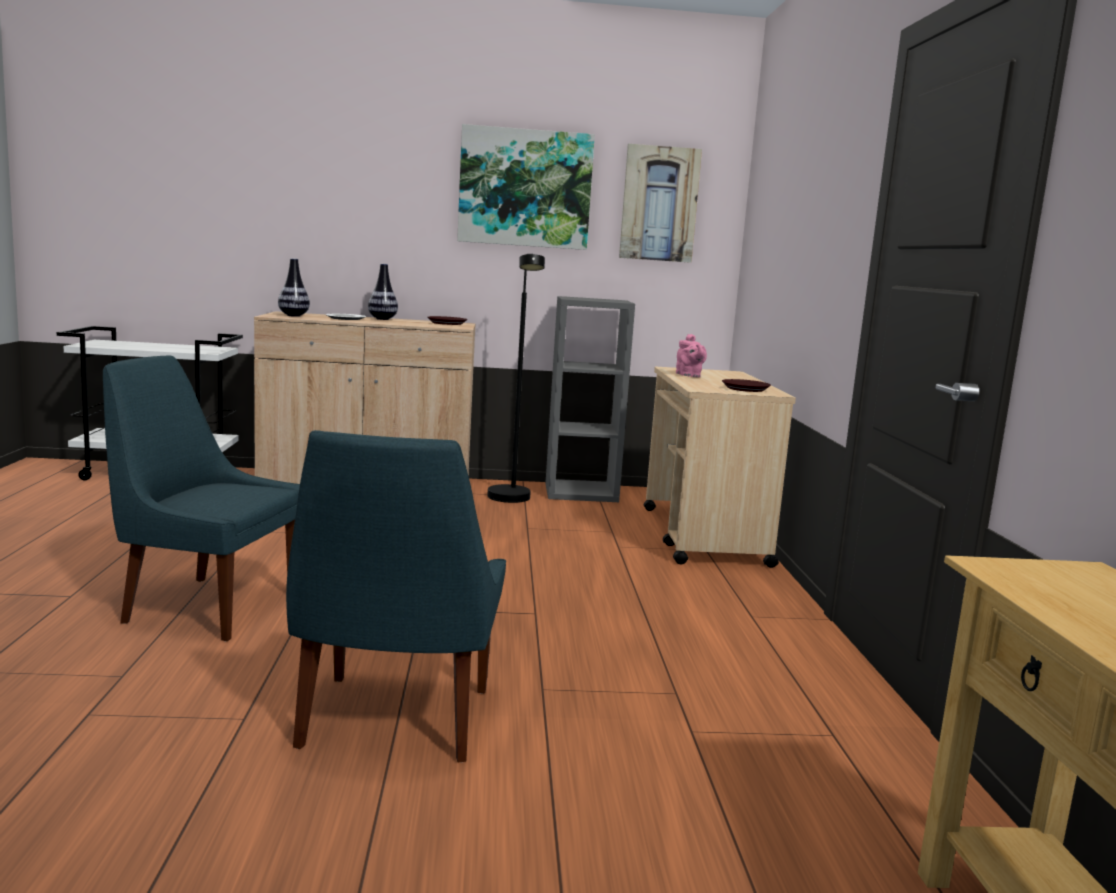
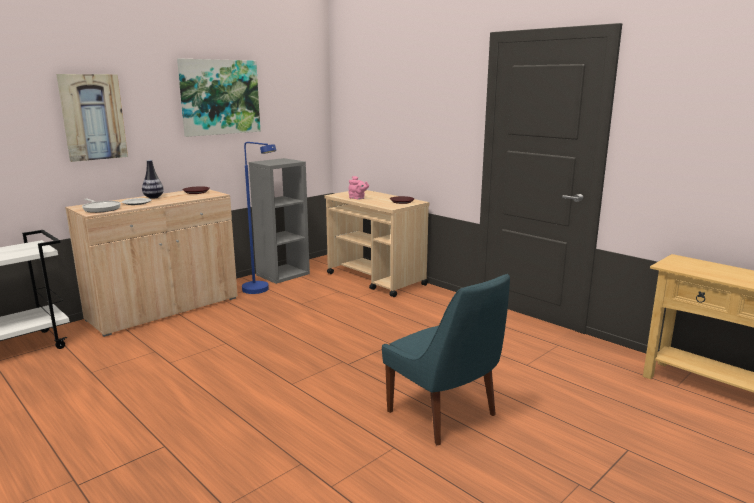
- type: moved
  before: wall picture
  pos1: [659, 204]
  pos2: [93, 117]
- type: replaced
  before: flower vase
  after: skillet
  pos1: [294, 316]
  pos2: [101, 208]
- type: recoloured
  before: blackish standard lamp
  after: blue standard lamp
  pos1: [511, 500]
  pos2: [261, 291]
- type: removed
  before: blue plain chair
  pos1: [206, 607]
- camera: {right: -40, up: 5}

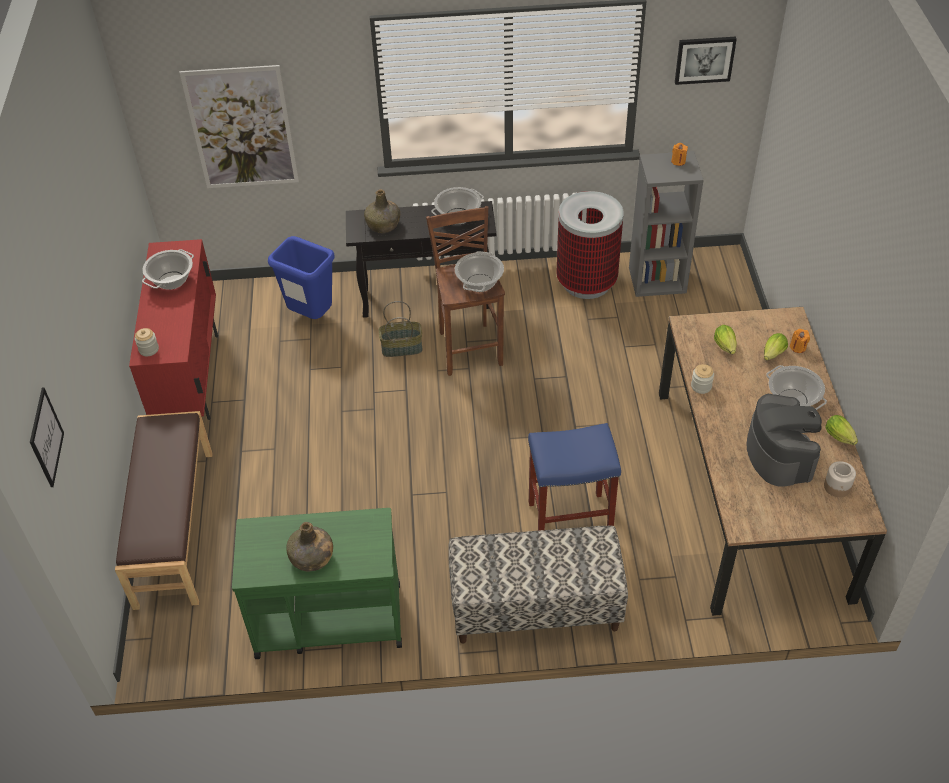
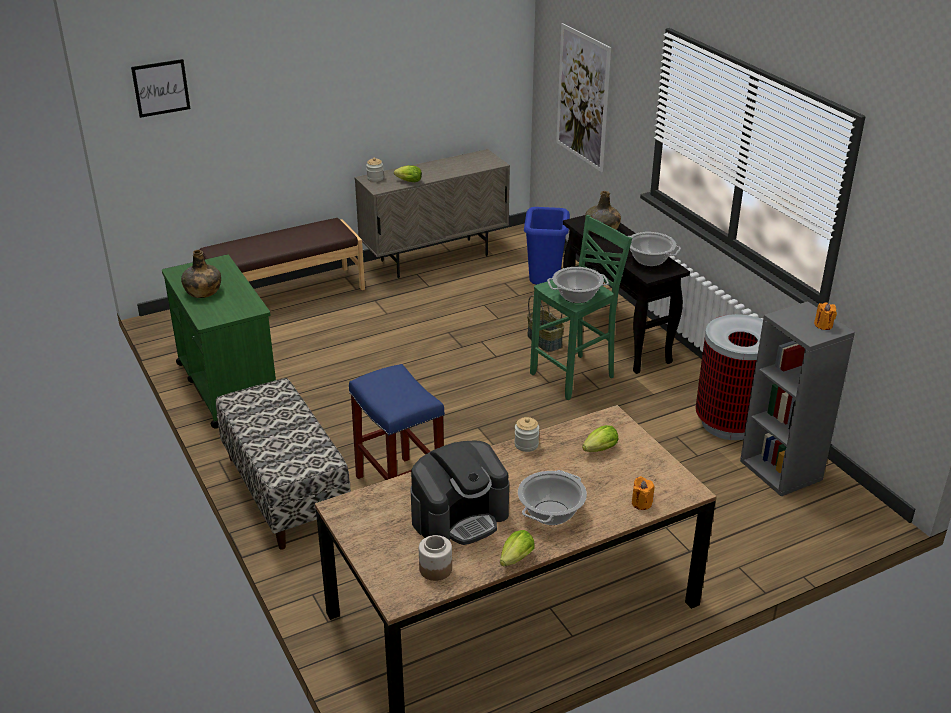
- type: recoloured
  before: red-coloured cabinet
  after: beige-coloured cabinet
  pos1: [190, 378]
  pos2: [435, 258]
- type: moved
  before: head of lettuce
  pos1: [772, 355]
  pos2: [407, 181]
- type: recoloured
  before: brown stool
  after: greenish stool
  pos1: [469, 347]
  pos2: [575, 376]
- type: removed
  before: cooking pot
  pos1: [171, 280]
- type: removed
  before: wall picture
  pos1: [704, 59]
- camera: {right: 65, up: -15}

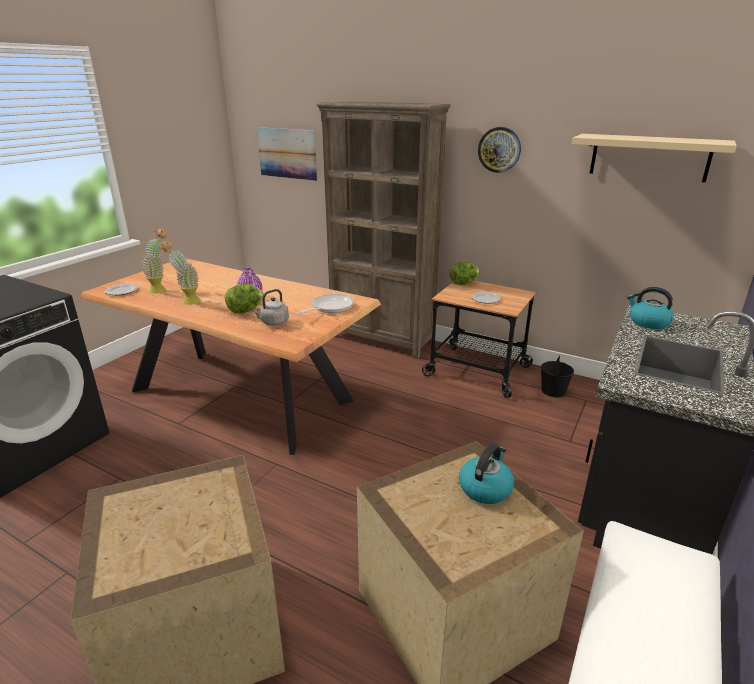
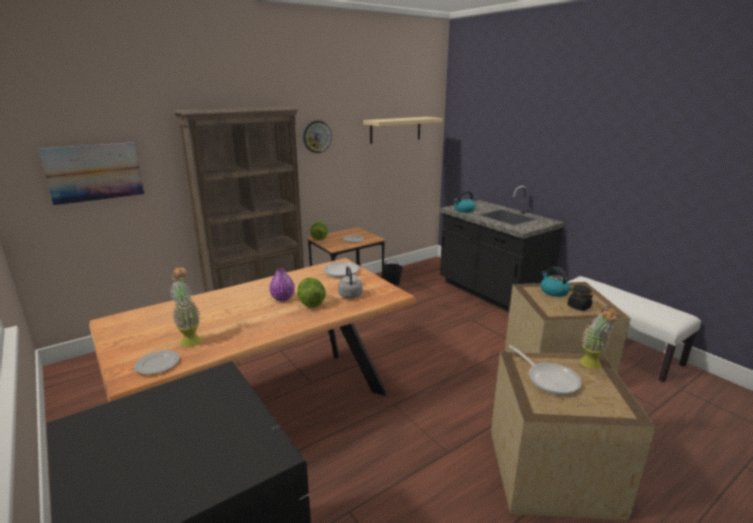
- type: added
  after: skillet
  pos2: [549, 379]
- type: added
  after: blackish storage jar
  pos2: [578, 307]
- type: moved
  before: potted plant
  pos1: [186, 302]
  pos2: [592, 366]
- camera: {right: -65, up: -5}

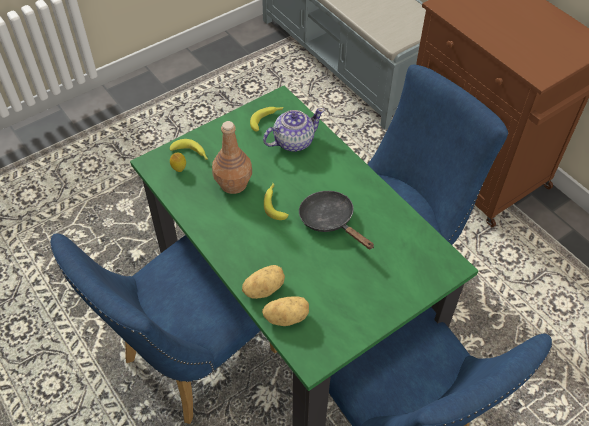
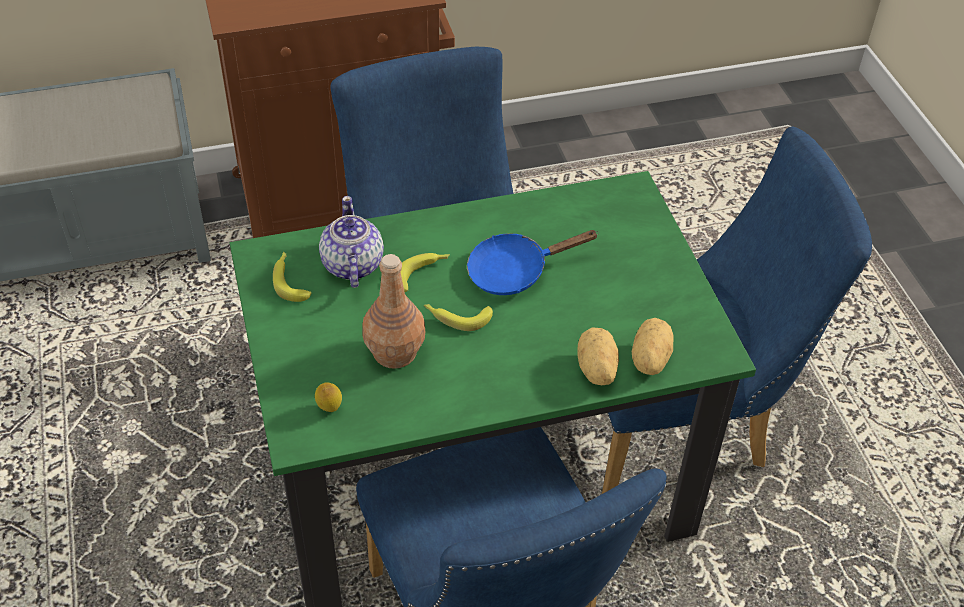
- type: moved
  before: whole banana
  pos1: [191, 154]
  pos2: [422, 273]
- type: recoloured
  before: blackish skillet
  after: blue skillet
  pos1: [330, 221]
  pos2: [515, 271]
- camera: {right: -70, up: -5}

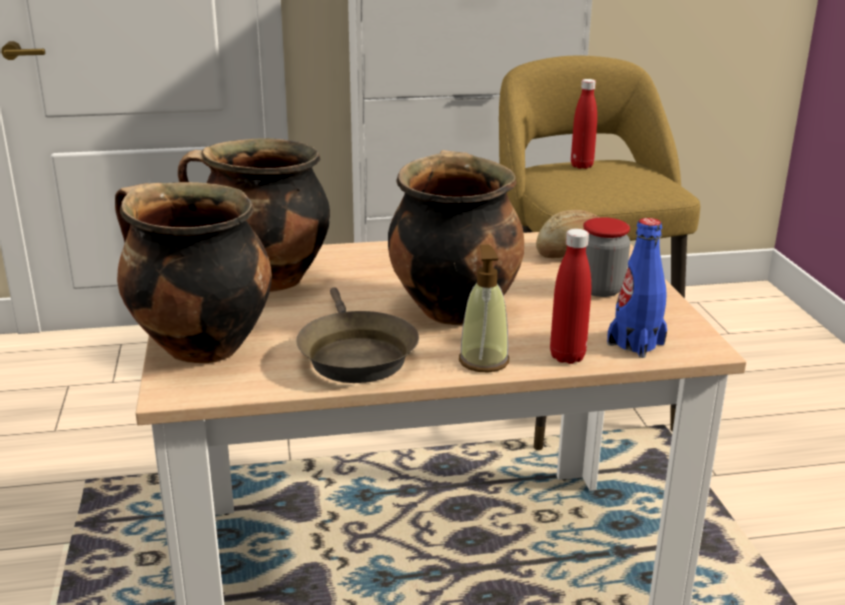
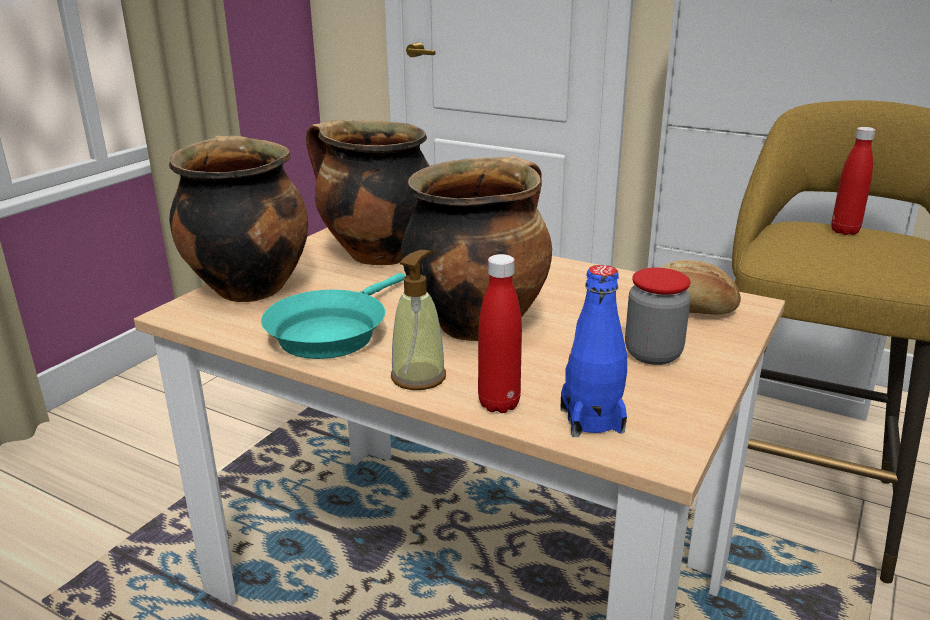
- type: recoloured
  before: brown skillet
  after: turquoise-coloured skillet
  pos1: [354, 355]
  pos2: [332, 332]
- camera: {right: 40, up: 0}

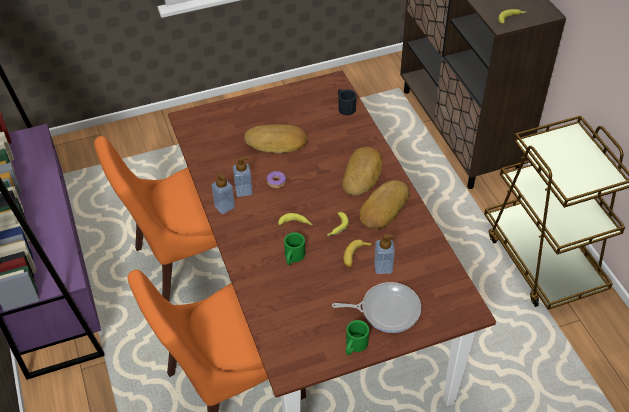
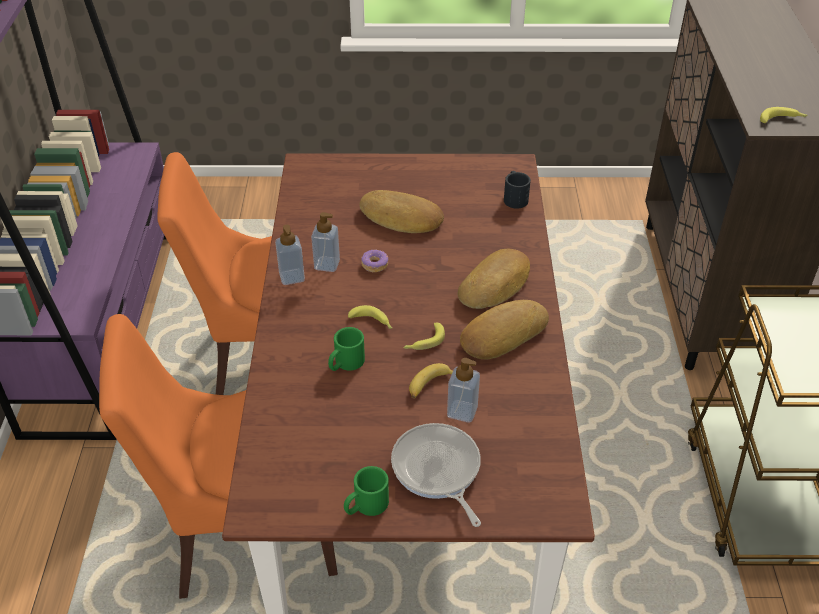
- type: turned
  before: skillet
  pos1: [387, 310]
  pos2: [437, 470]
  turn: -135
- camera: {right: 20, up: -5}

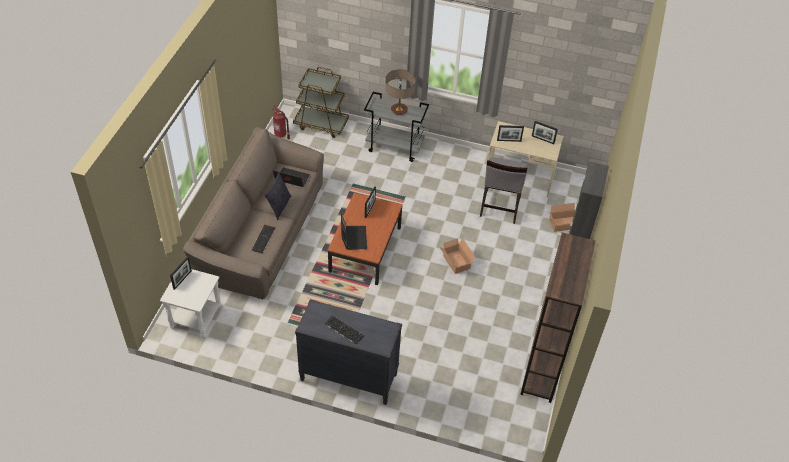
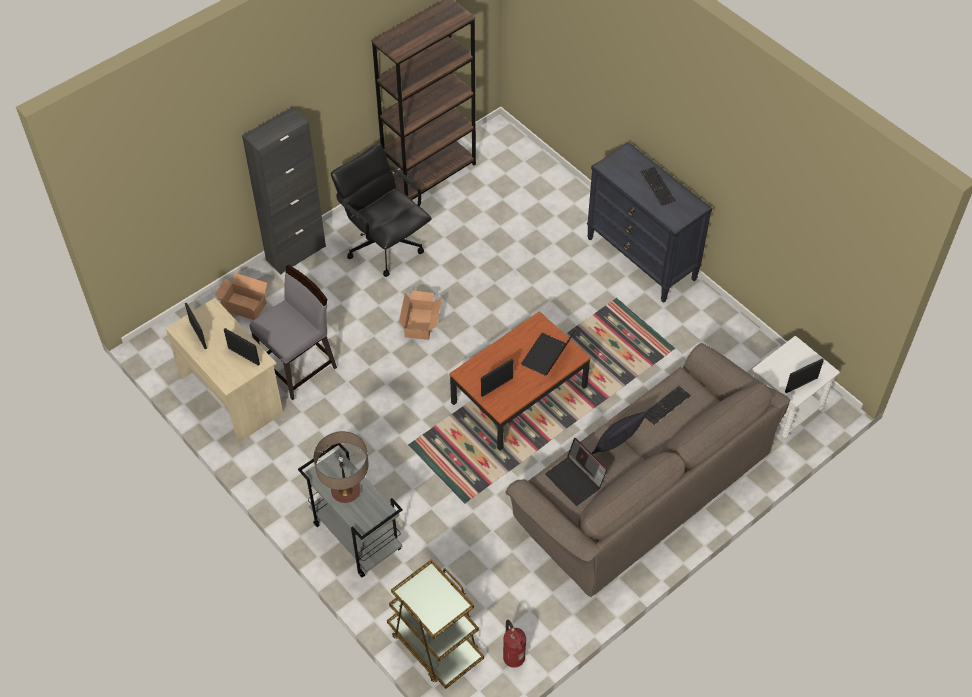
- type: added
  after: blackish computer chair
  pos2: [385, 245]
- camera: {right: -145, up: 5}

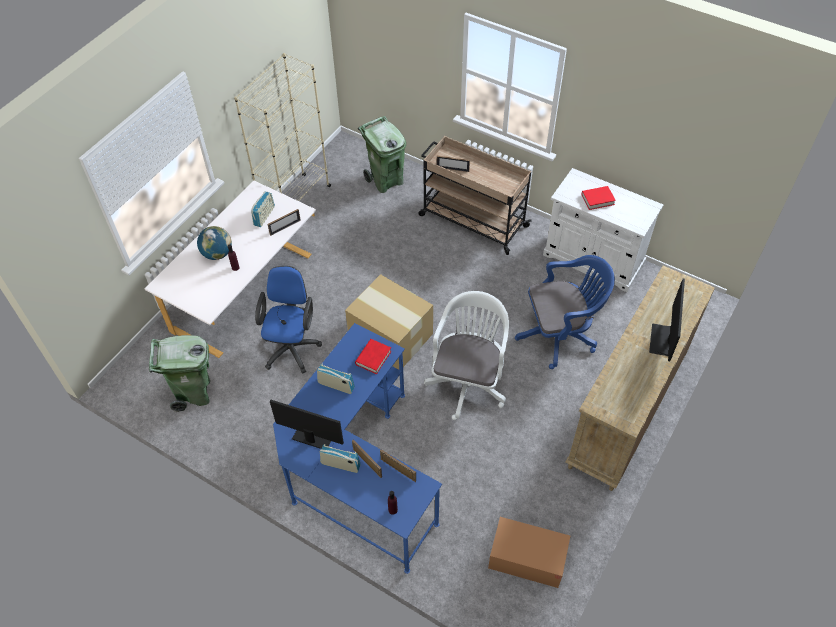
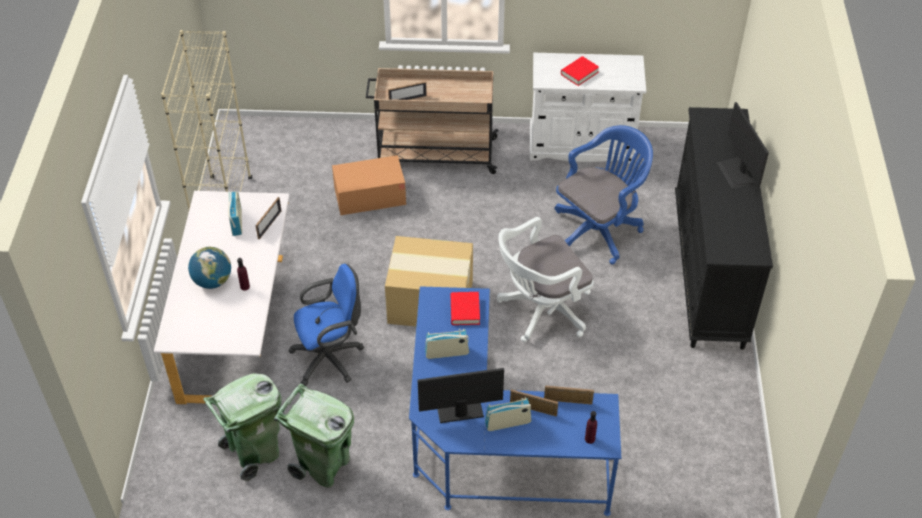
- type: moved
  before: greenish trash can
  pos1: [386, 181]
  pos2: [324, 466]
- type: turned
  before: blue computer chair
  pos1: [292, 347]
  pos2: [331, 358]
  turn: 90
- type: moved
  before: packing box
  pos1: [527, 558]
  pos2: [370, 196]
- type: turned
  before: whitish computer chair
  pos1: [468, 381]
  pos2: [540, 310]
  turn: -105
- type: recoloured
  before: beige-coloured drawer chest
  after: blackish drawer chest
  pos1: [626, 411]
  pos2: [708, 272]
- camera: {right: -30, up: -5}

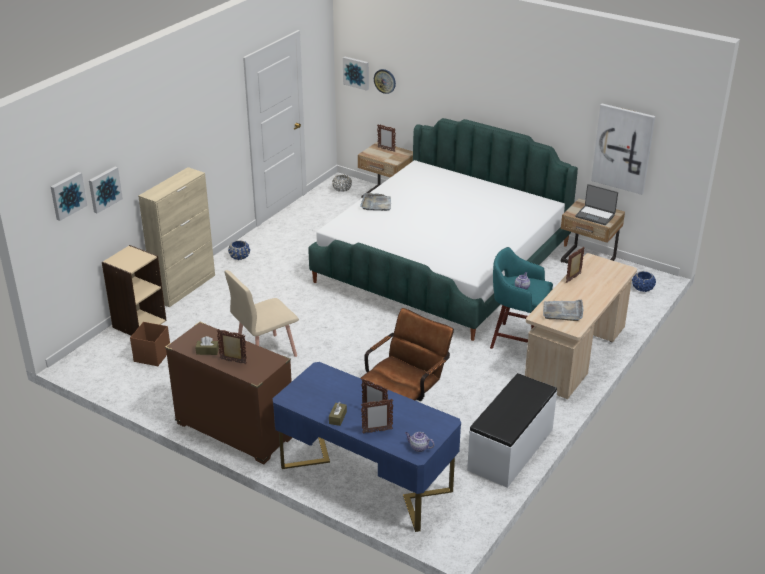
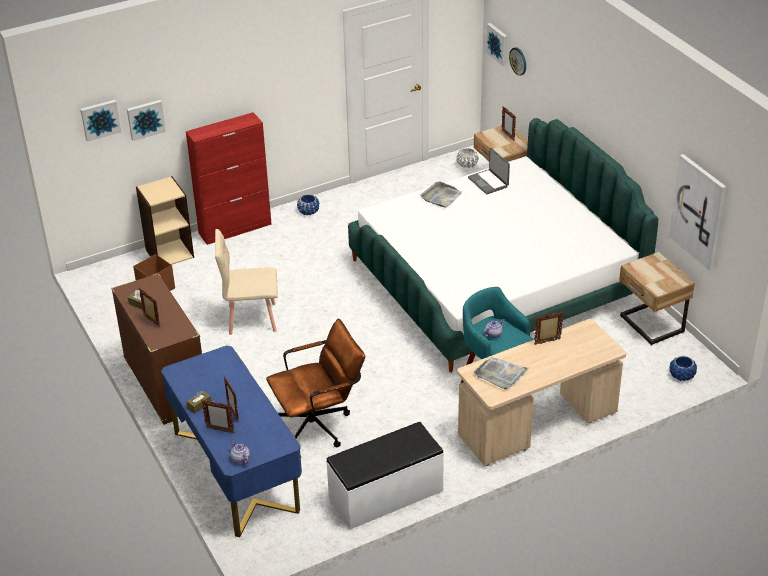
- type: recoloured
  before: beige-coloured cabinet
  after: red-coloured cabinet
  pos1: [185, 287]
  pos2: [235, 228]
- type: moved
  before: portable computer
  pos1: [595, 215]
  pos2: [489, 182]
- camera: {right: 30, up: 5}

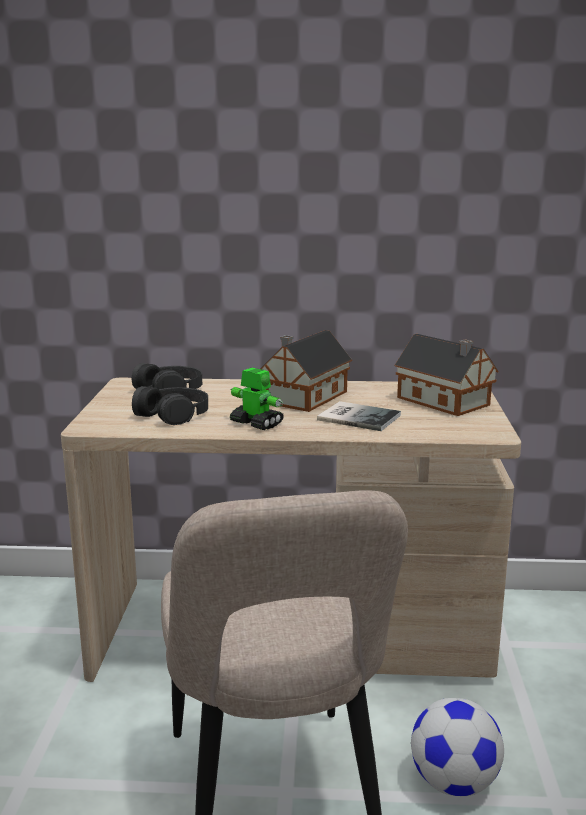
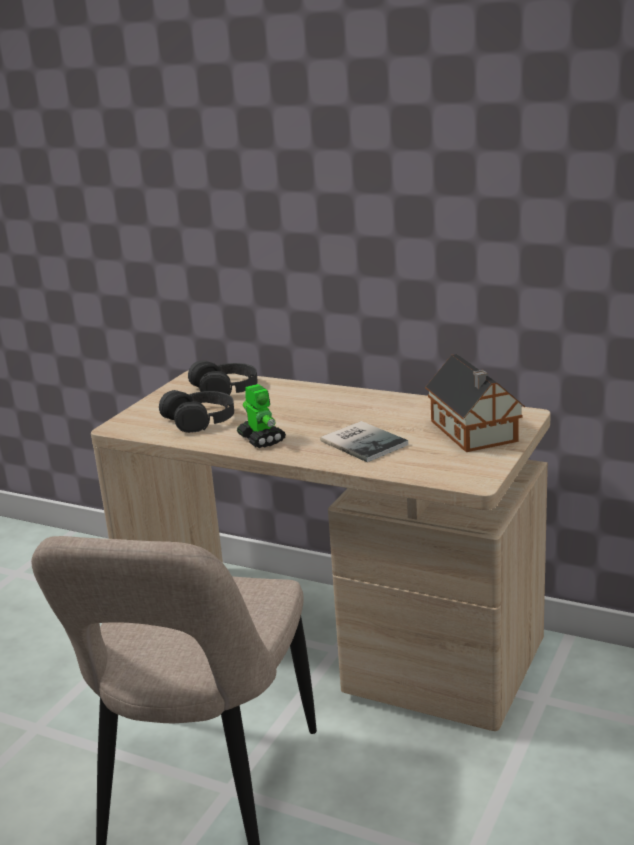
- type: removed
  before: model house
  pos1: [304, 398]
- type: removed
  before: ball for football
  pos1: [454, 782]
- camera: {right: 25, up: 5}

